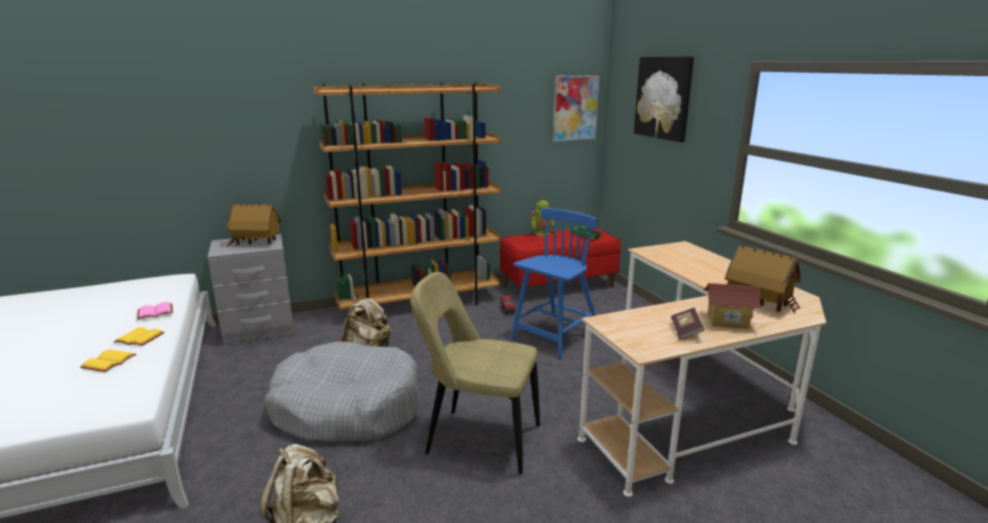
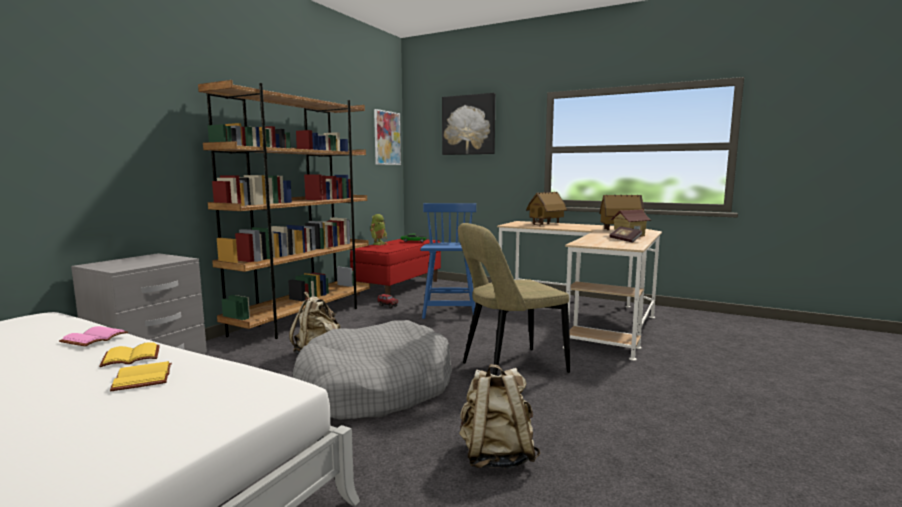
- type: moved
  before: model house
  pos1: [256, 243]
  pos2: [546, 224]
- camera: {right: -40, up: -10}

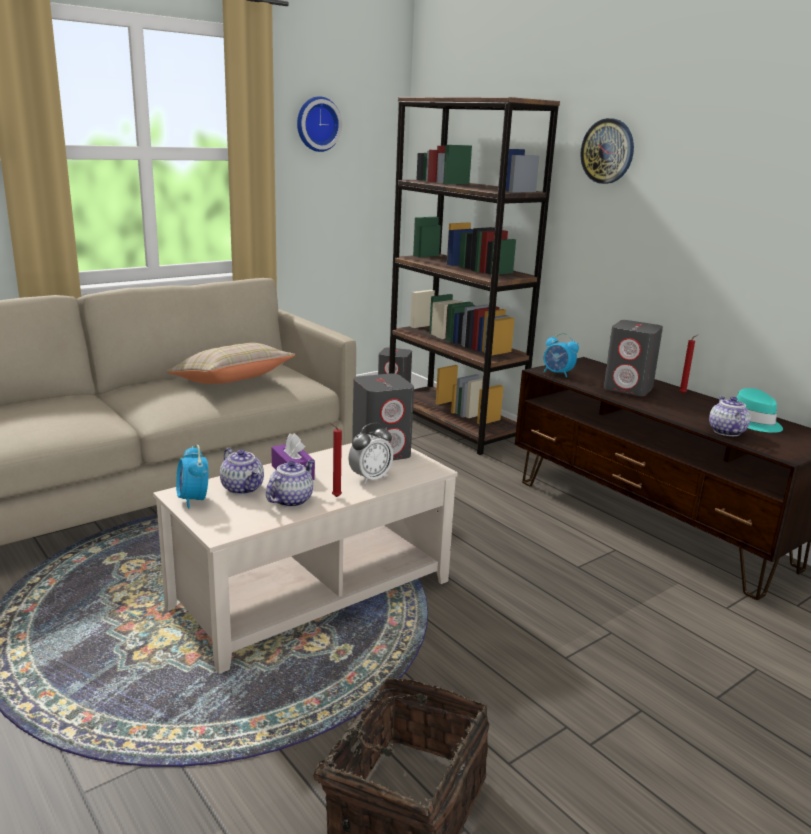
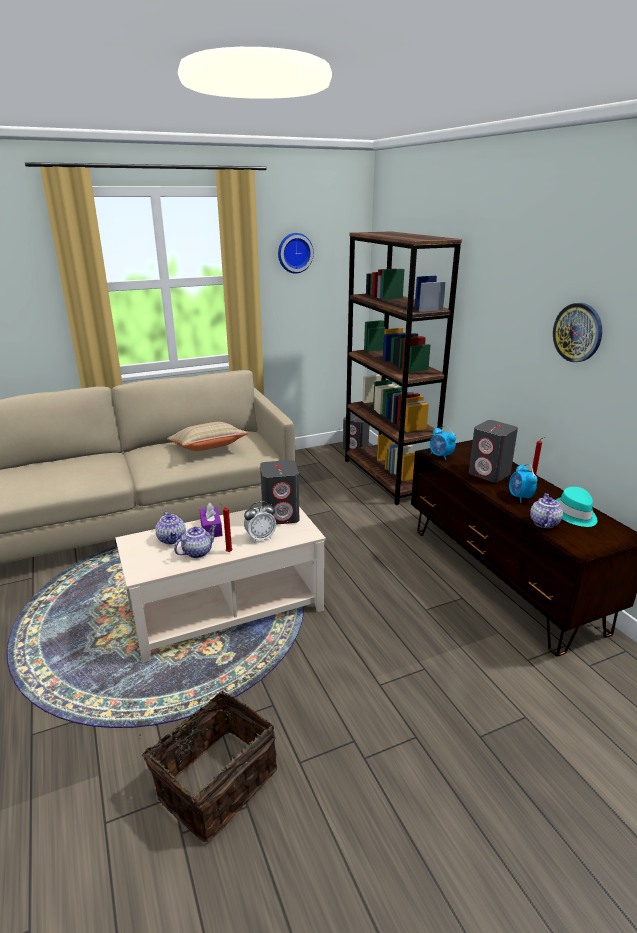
- type: moved
  before: table clock
  pos1: [193, 500]
  pos2: [520, 497]
- type: moved
  before: clock on the wall
  pos1: [607, 151]
  pos2: [578, 332]
- camera: {right: 15, up: 5}

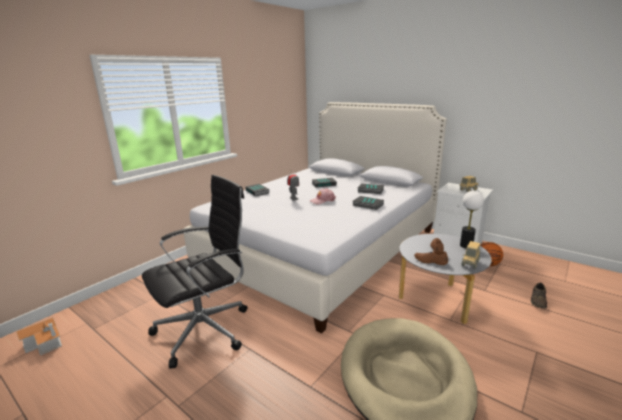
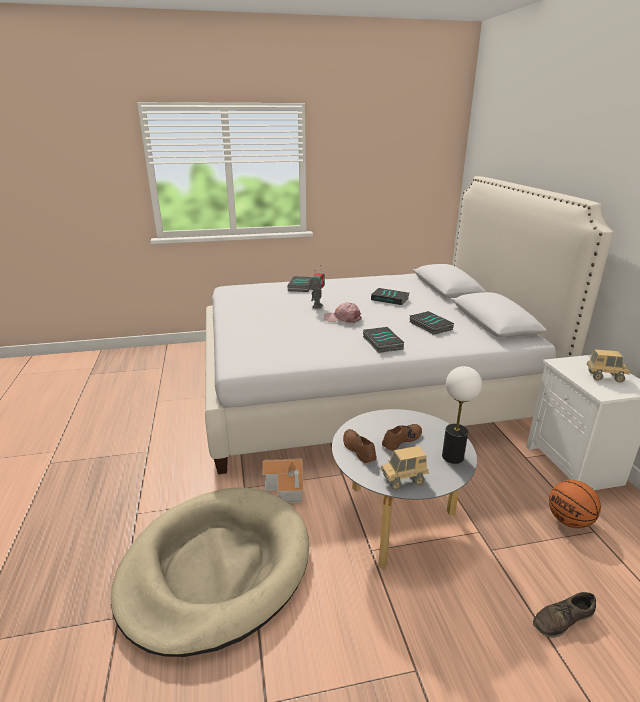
- type: moved
  before: model house
  pos1: [45, 343]
  pos2: [287, 487]
- type: removed
  before: blackish computer chair
  pos1: [206, 329]
- camera: {right: 40, up: 5}

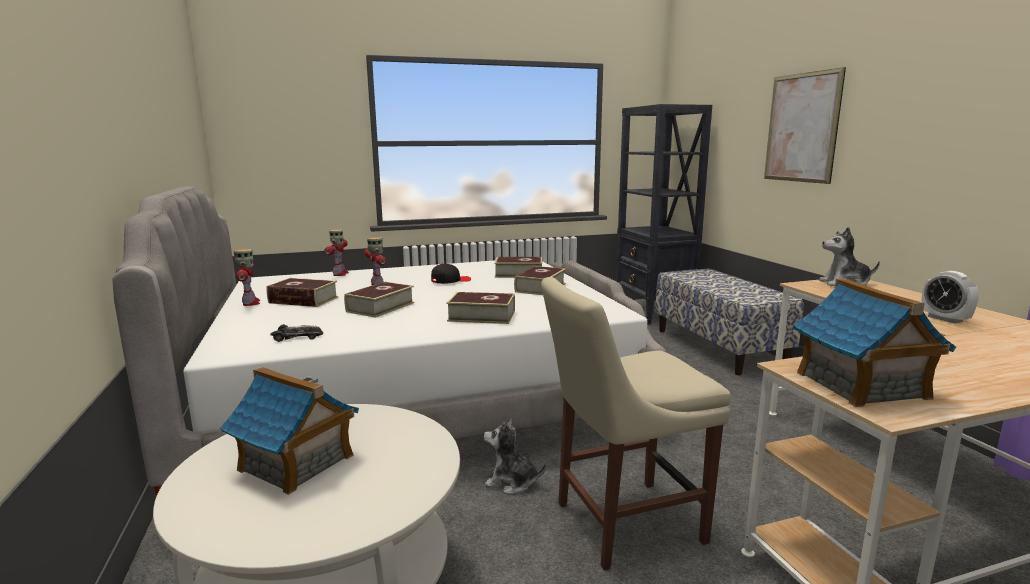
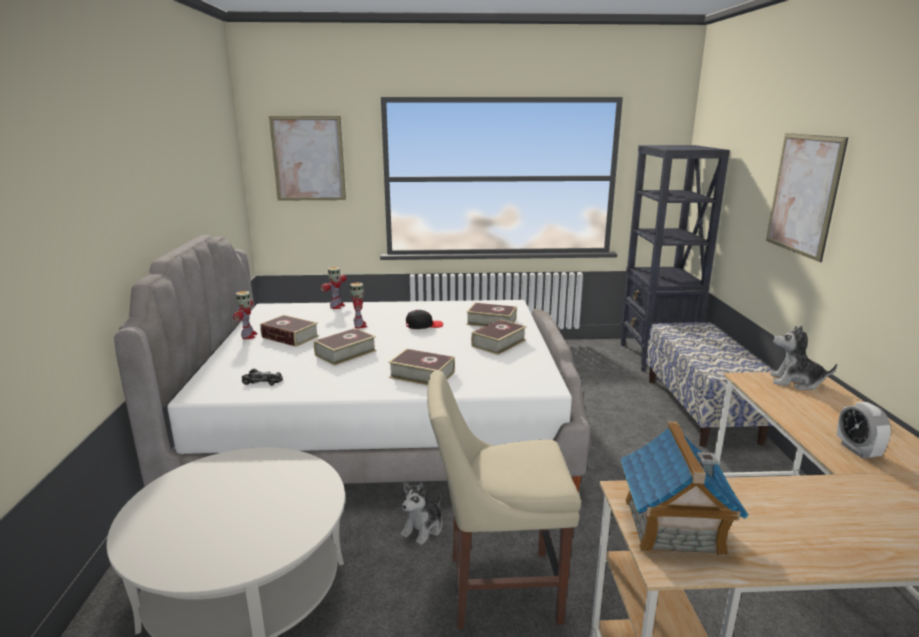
- type: added
  after: wall picture
  pos2: [308, 159]
- type: turned
  before: soft toy
  pos1: [511, 482]
  pos2: [423, 528]
  turn: -90
- type: removed
  before: model house
  pos1: [296, 463]
- camera: {right: 15, up: 5}

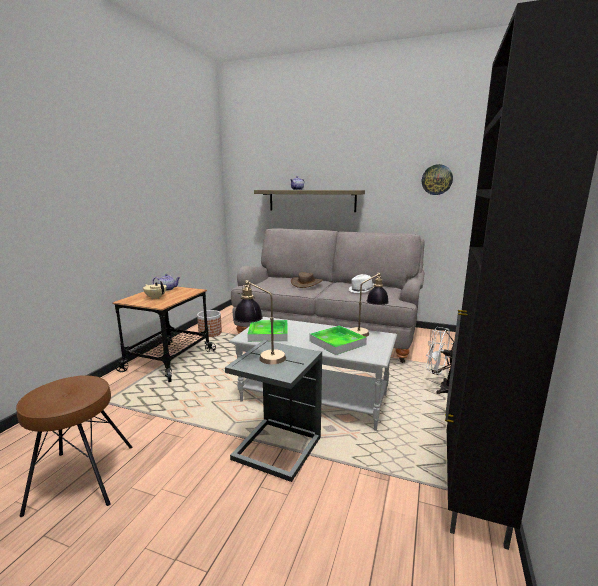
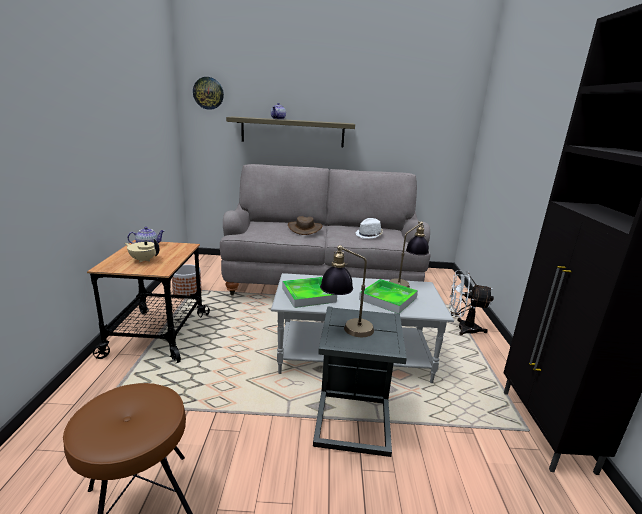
- type: moved
  before: clock on the wall
  pos1: [437, 179]
  pos2: [208, 93]
- camera: {right: -20, up: 5}

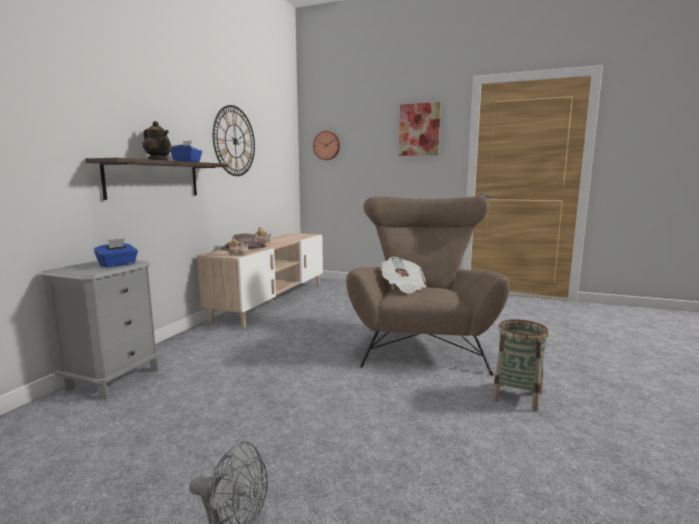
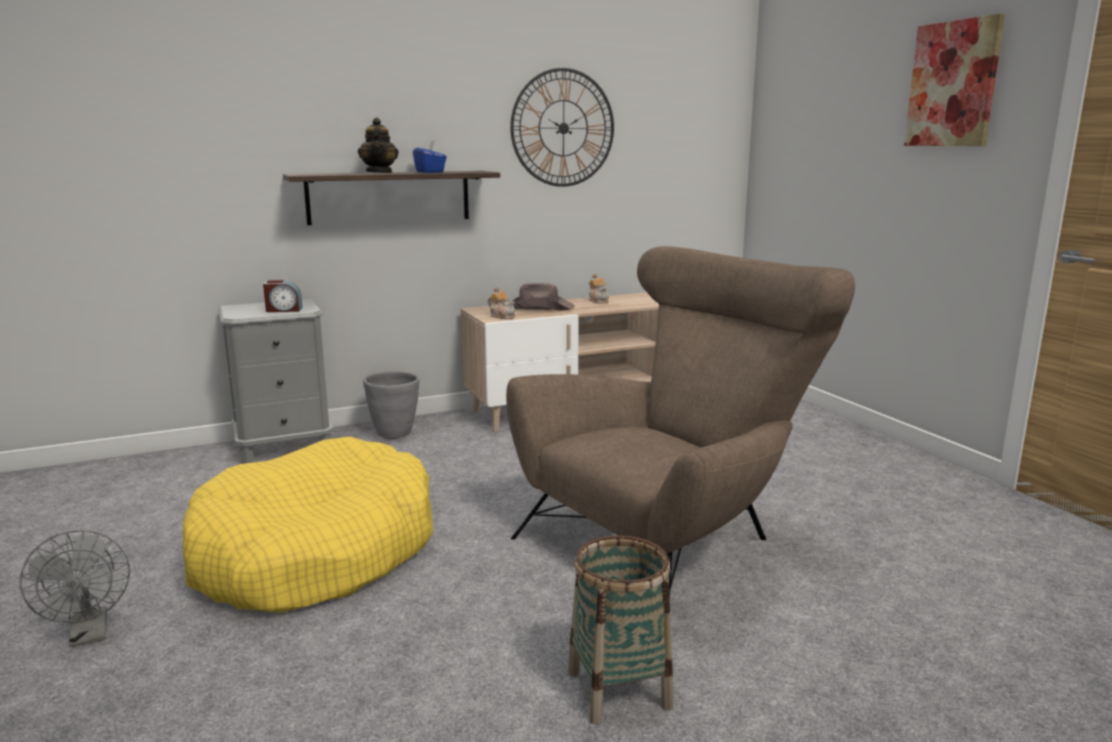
- type: added
  after: yellow dog cushion
  pos2: [315, 552]
- type: replaced
  before: blue tissue box
  after: table clock
  pos1: [118, 264]
  pos2: [283, 310]
- type: added
  after: gray planter
  pos2: [394, 434]
- type: removed
  before: clock on the wall
  pos1: [327, 145]
- type: removed
  before: newspaper
  pos1: [403, 287]
- camera: {right: 45, up: 5}

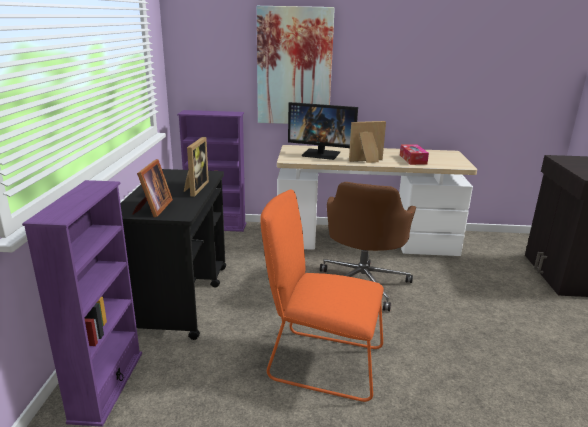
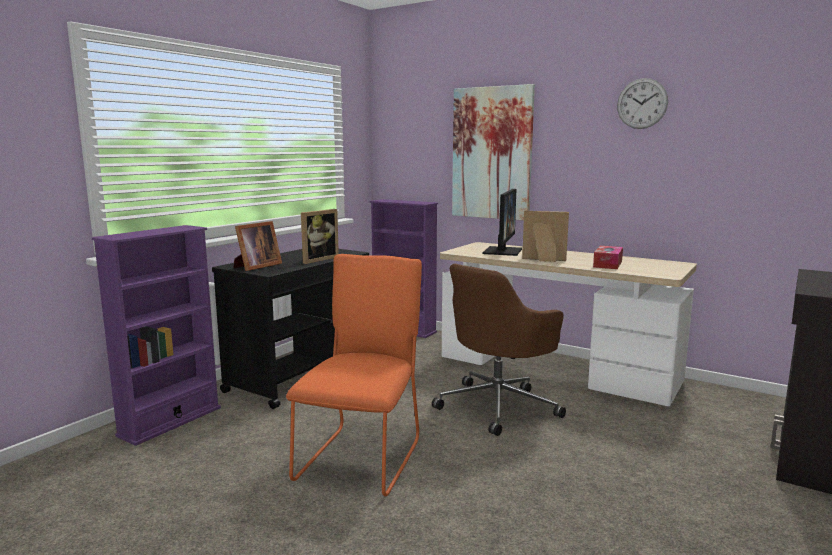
- type: turned
  before: orange-coloured plain chair
  pos1: [320, 362]
  pos2: [362, 457]
  turn: 60
- type: turned
  before: monitor
  pos1: [321, 154]
  pos2: [502, 251]
  turn: -120
- type: added
  after: clock on the wall
  pos2: [642, 103]
- camera: {right: 30, up: -10}

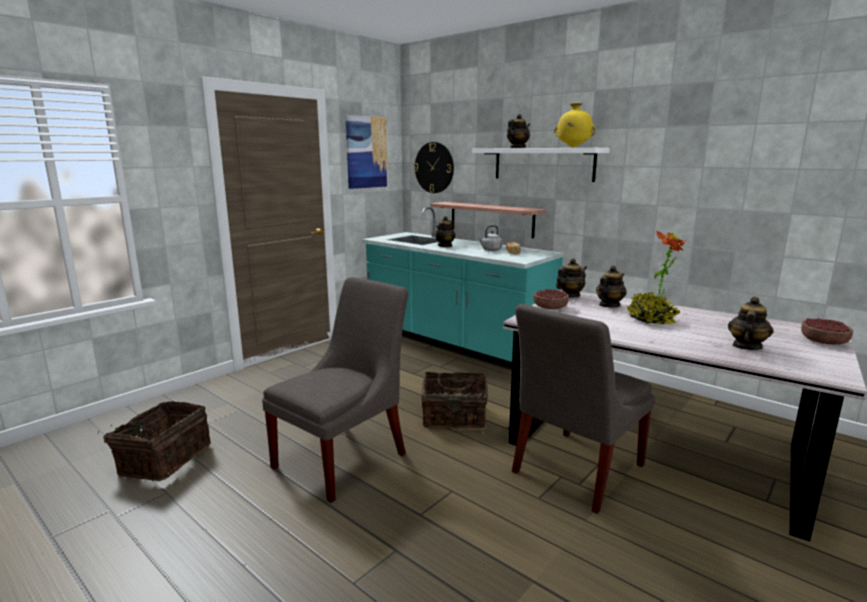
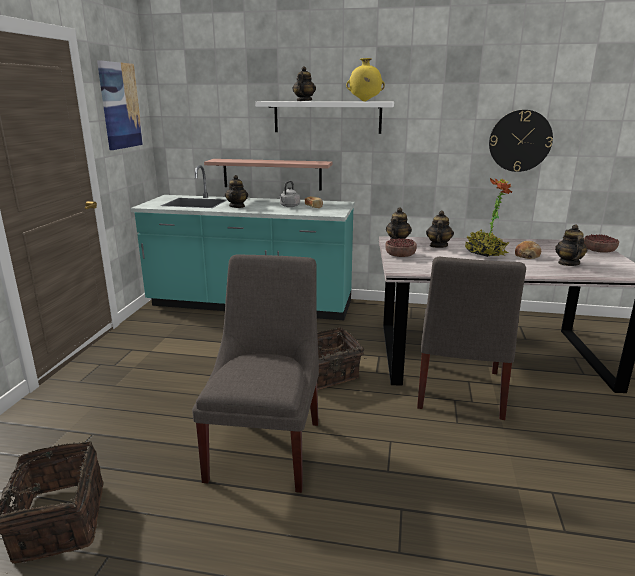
- type: moved
  before: clock on the wall
  pos1: [434, 167]
  pos2: [520, 141]
- type: added
  after: bakery bread
  pos2: [527, 255]
- camera: {right: -30, up: 5}

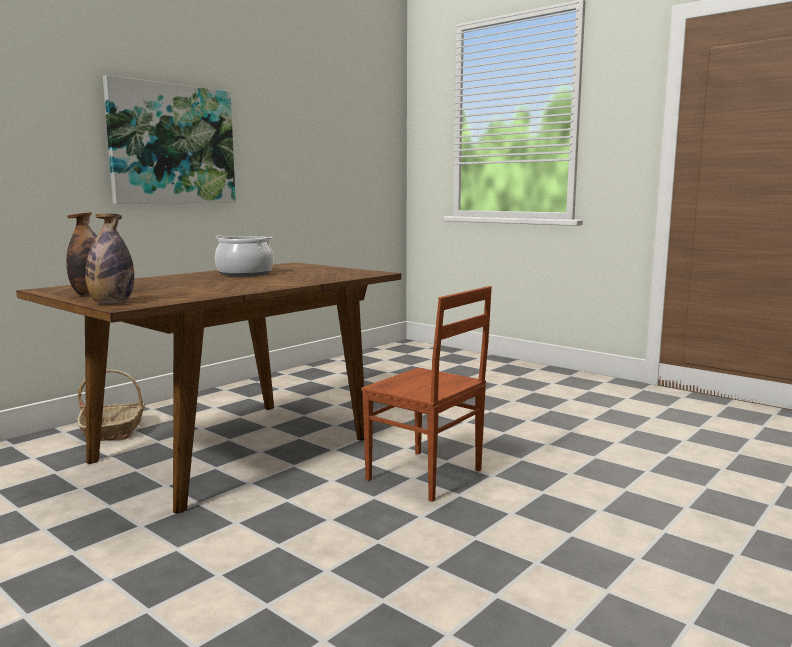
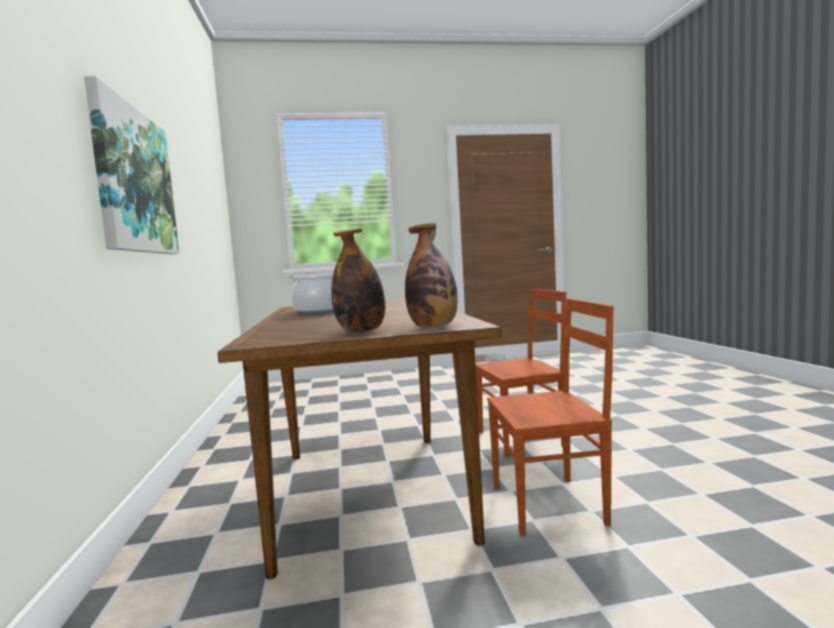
- type: added
  after: brown plain chair
  pos2: [550, 505]
- type: removed
  before: basket
  pos1: [114, 430]
- camera: {right: -50, up: -5}

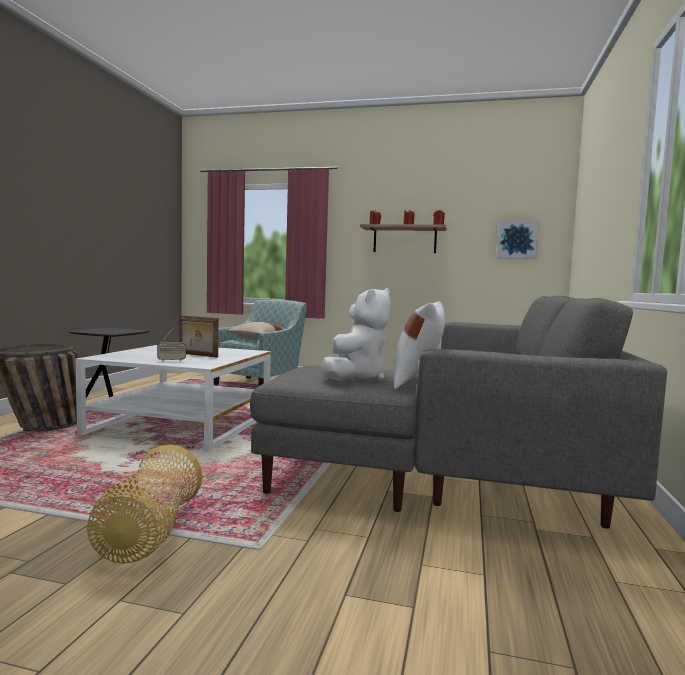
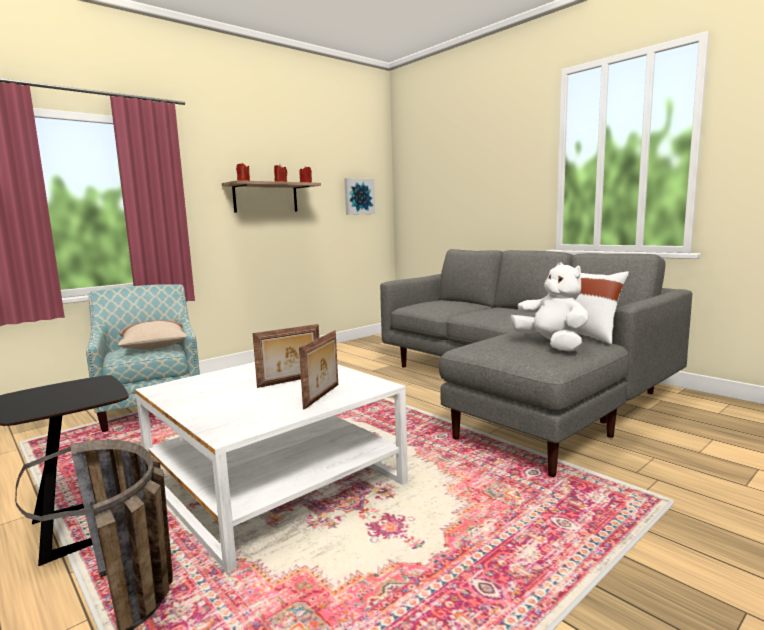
- type: replaced
  before: radio
  after: standing frame
  pos1: [171, 361]
  pos2: [323, 396]
- type: removed
  before: basket
  pos1: [148, 535]
- camera: {right: -55, up: 5}

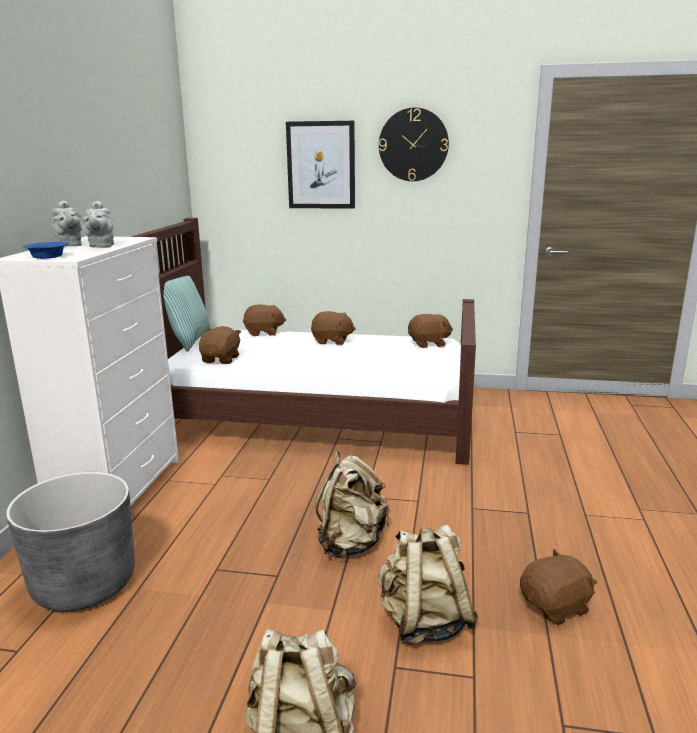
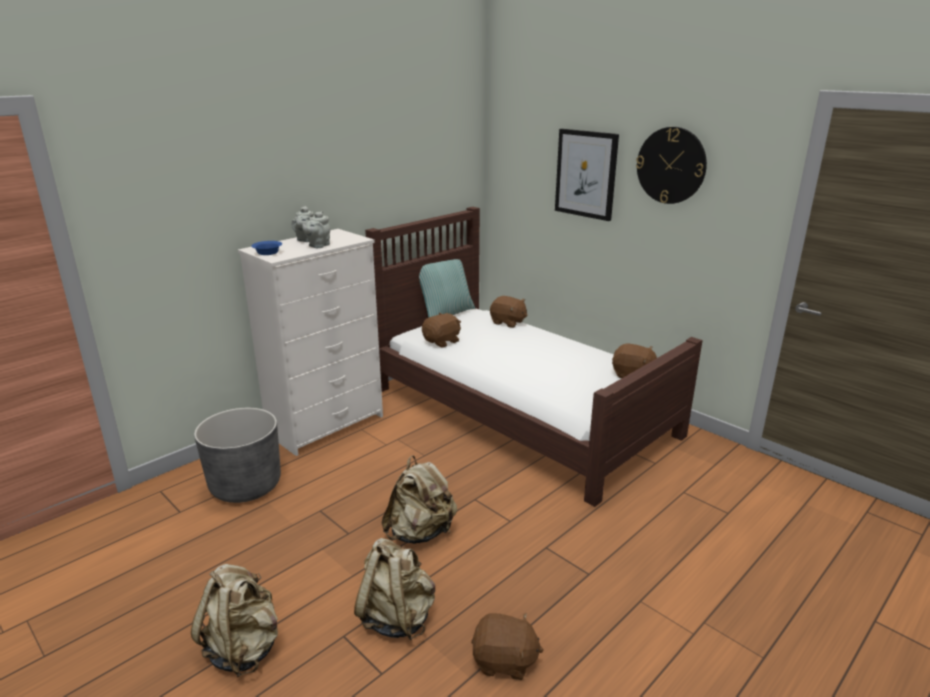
- type: removed
  before: brown soft toy
  pos1: [332, 341]
- camera: {right: 35, up: 5}

